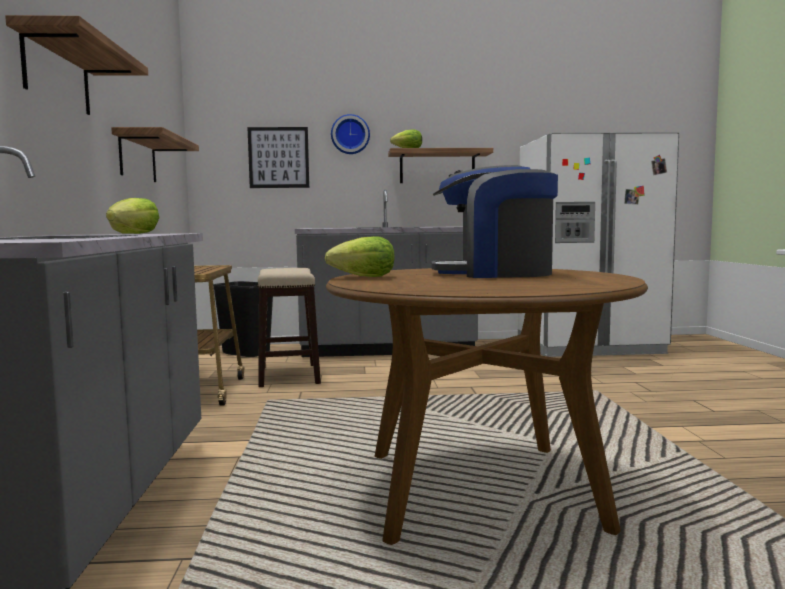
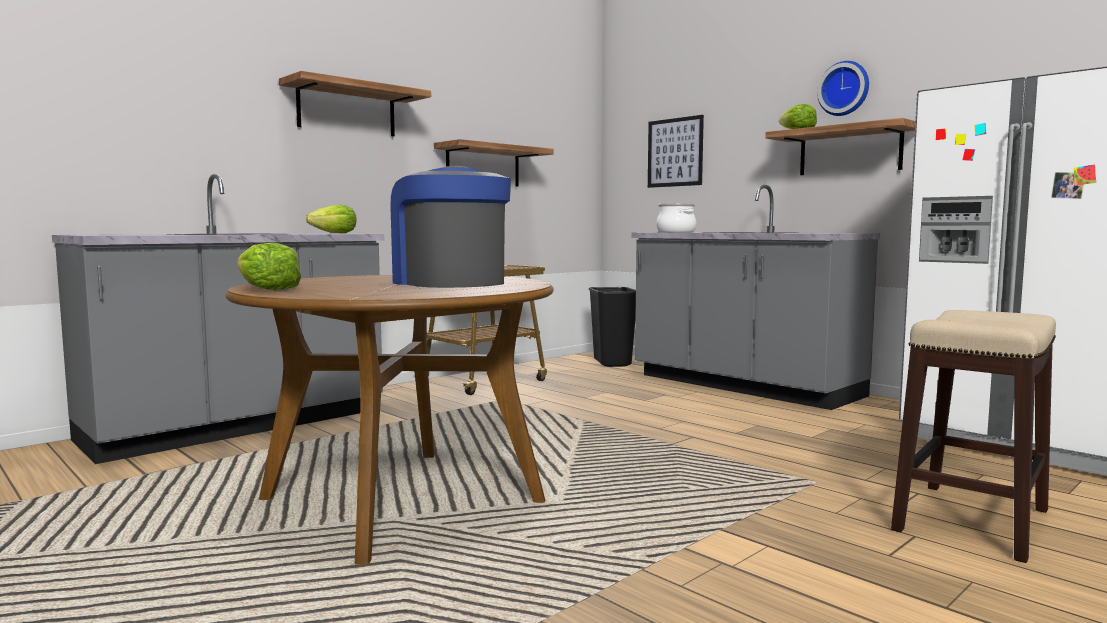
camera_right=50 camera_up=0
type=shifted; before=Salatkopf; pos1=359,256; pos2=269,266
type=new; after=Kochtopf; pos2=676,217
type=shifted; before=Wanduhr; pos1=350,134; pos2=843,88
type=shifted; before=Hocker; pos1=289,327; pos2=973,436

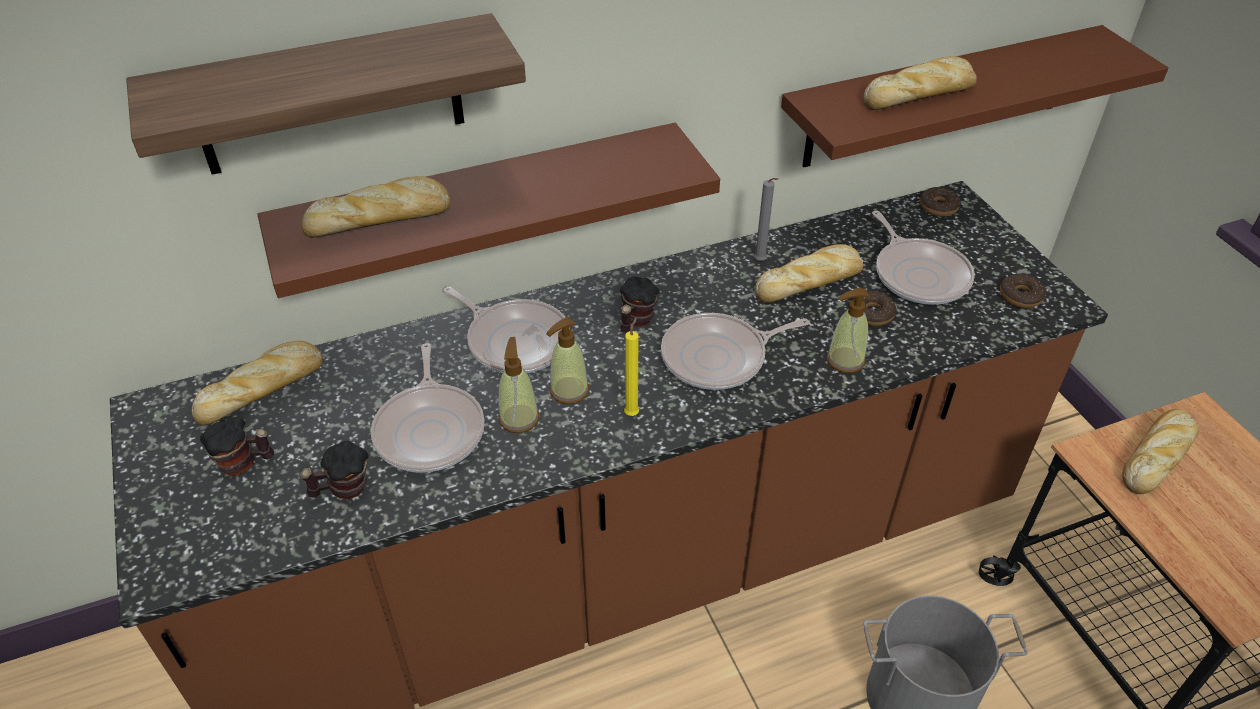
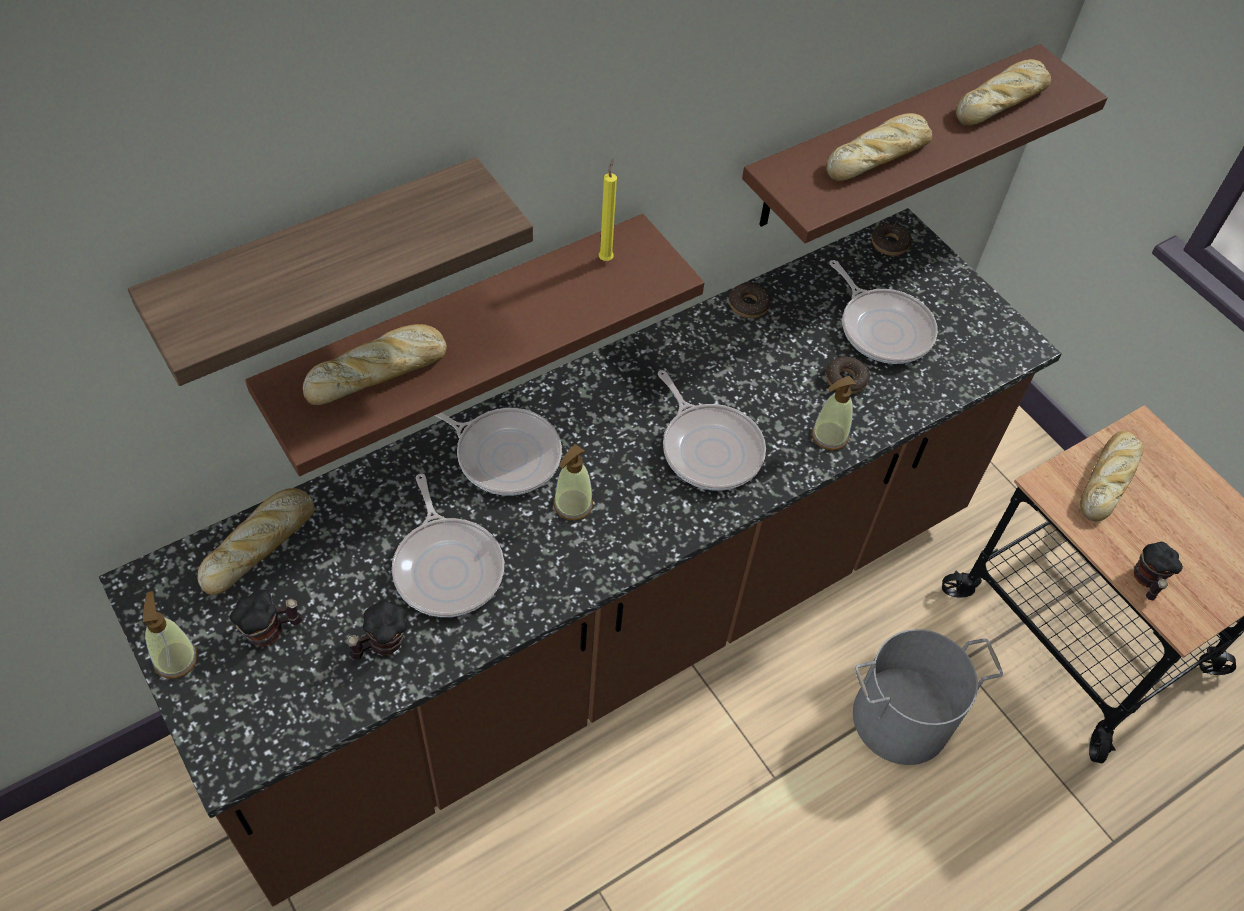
camera_right=-15 camera_up=10
type=shifted; before=Seifenspender; pos1=519,385; pos2=170,635
type=shifted; before=Kerze/gelb; pos1=631,366; pos2=608,209
type=rotated; before=Pfanne; pos1=735,351; pos2=712,430; turn=-90
type=shifted; before=Donut; pos1=1023,291; pos2=750,300
type=shifted; before=Brot; pos1=809,273; pos2=1003,92
type=shifted; before=Henkelbecher; pos1=639,304; pos2=1158,571
type=gone; before=Kerze/grau; pos1=766,219

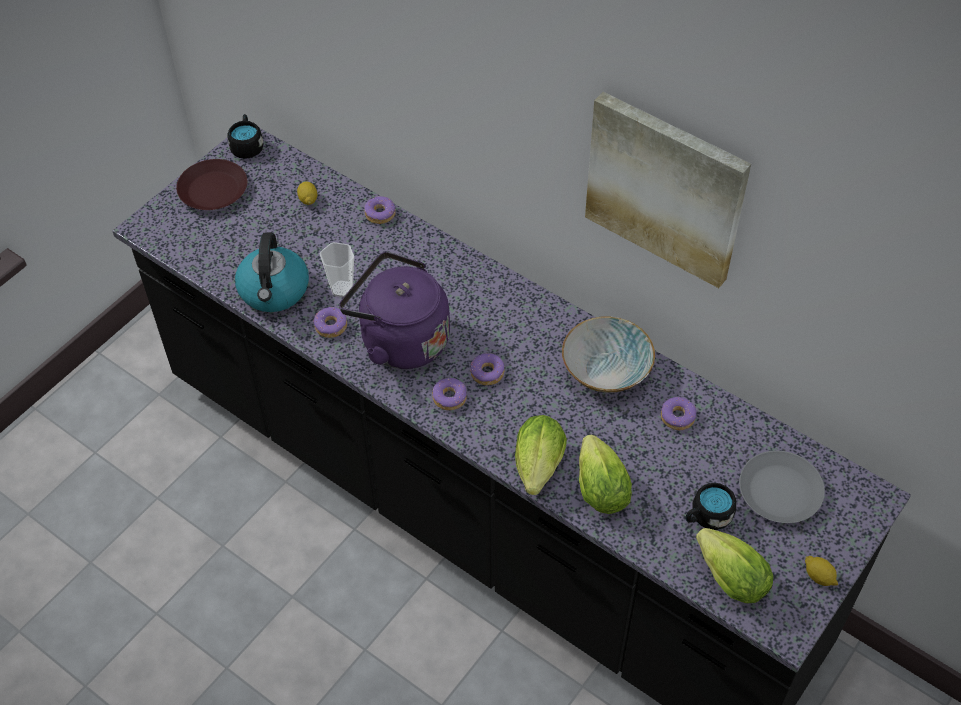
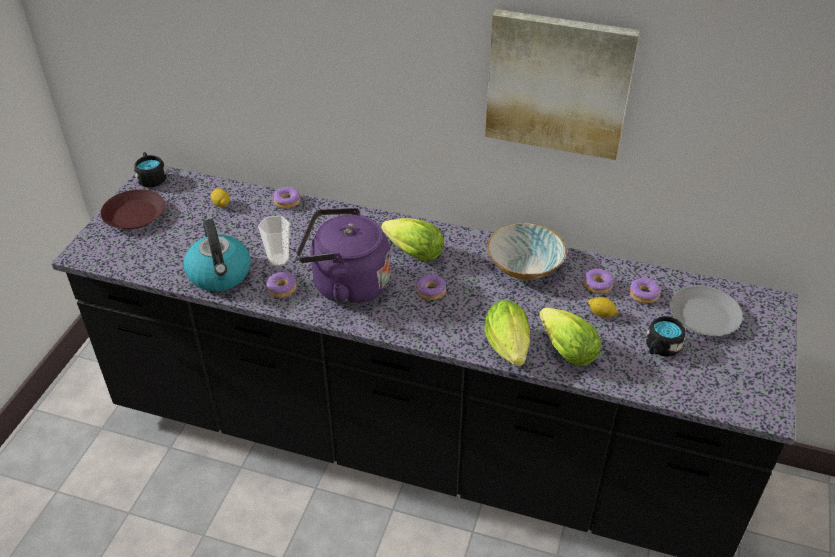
camera_right=-20 camera_up=-10
type=shifted; before=Salatkopf; pos1=734,565; pos2=412,239
type=shifted; before=Zitrone; pos1=821,571; pos2=603,307
type=shifted; before=Donut; pos1=449,394; pos2=645,290

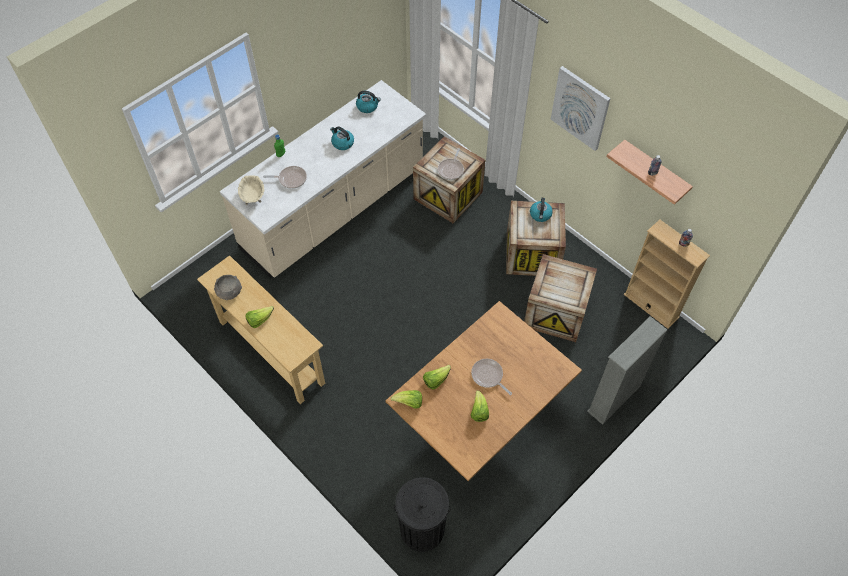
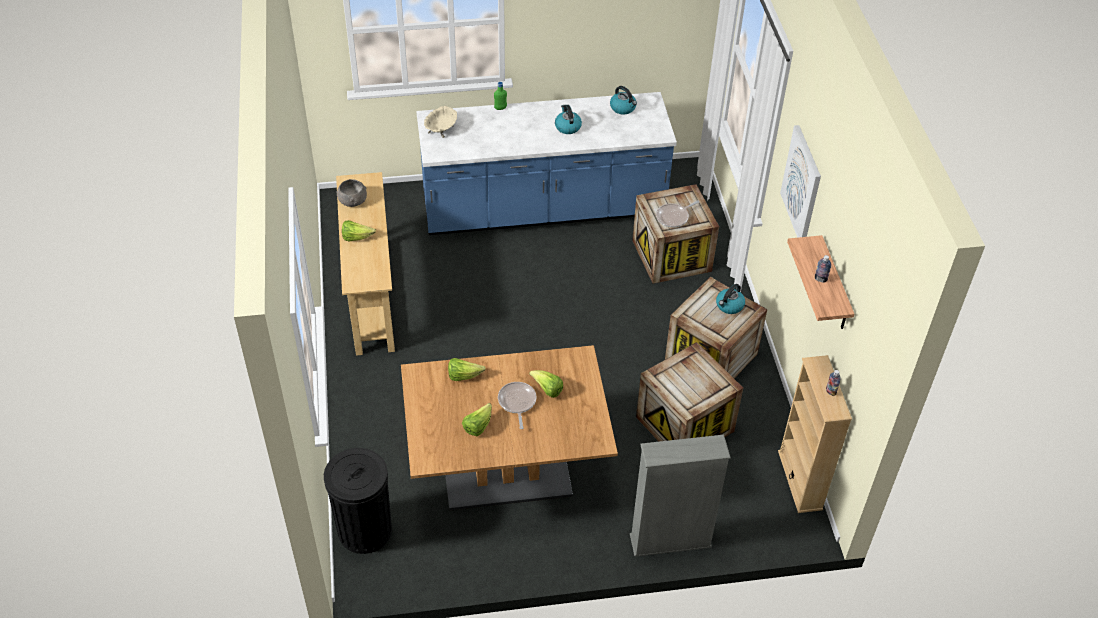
camera_right=35 camera_up=-10
type=repainted; before=Küchenzeile/beige; after=Küchenzeile/blau; pos1=323,179; pos2=546,163
type=shifted; before=Salatkopf; pos1=406,399; pos2=546,384
type=gone; before=Pfanne; pos1=285,177

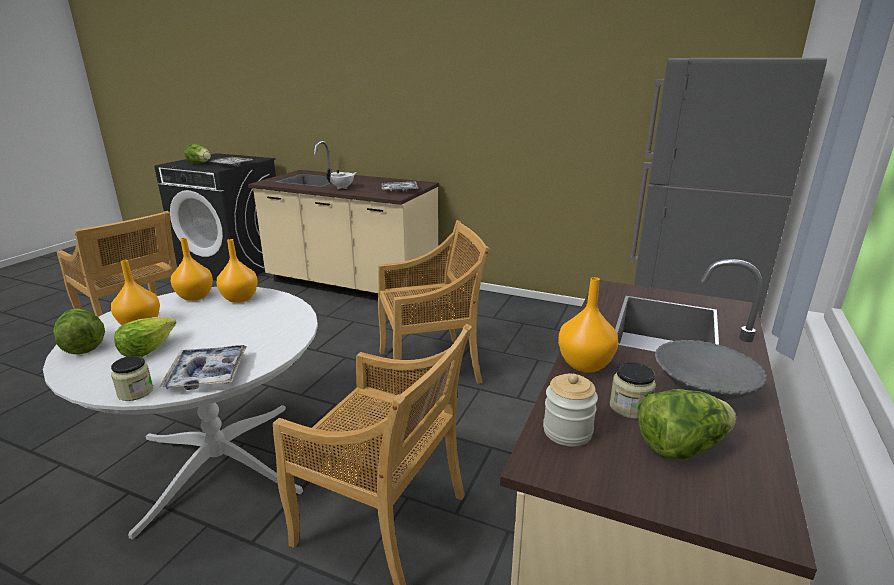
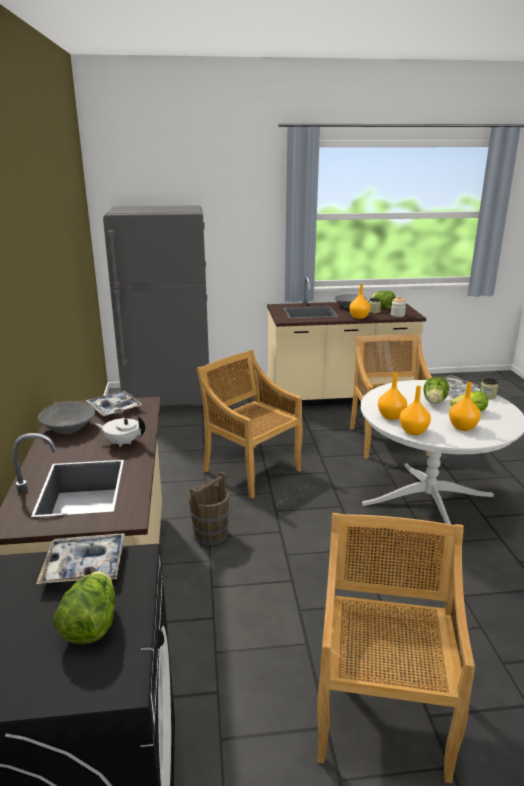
camera_right=-120 camera_up=0
type=new; after=Schüssel/grau; pos2=66,418
type=new; after=Eimer/braun; pos2=209,508
type=shifted; before=Salatkopf; pos1=79,331; pos2=436,390

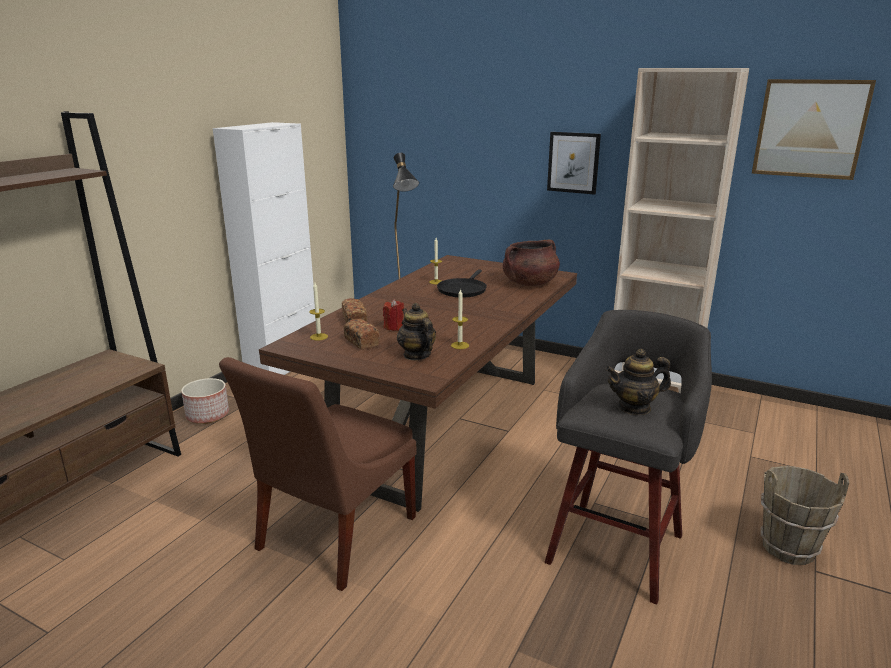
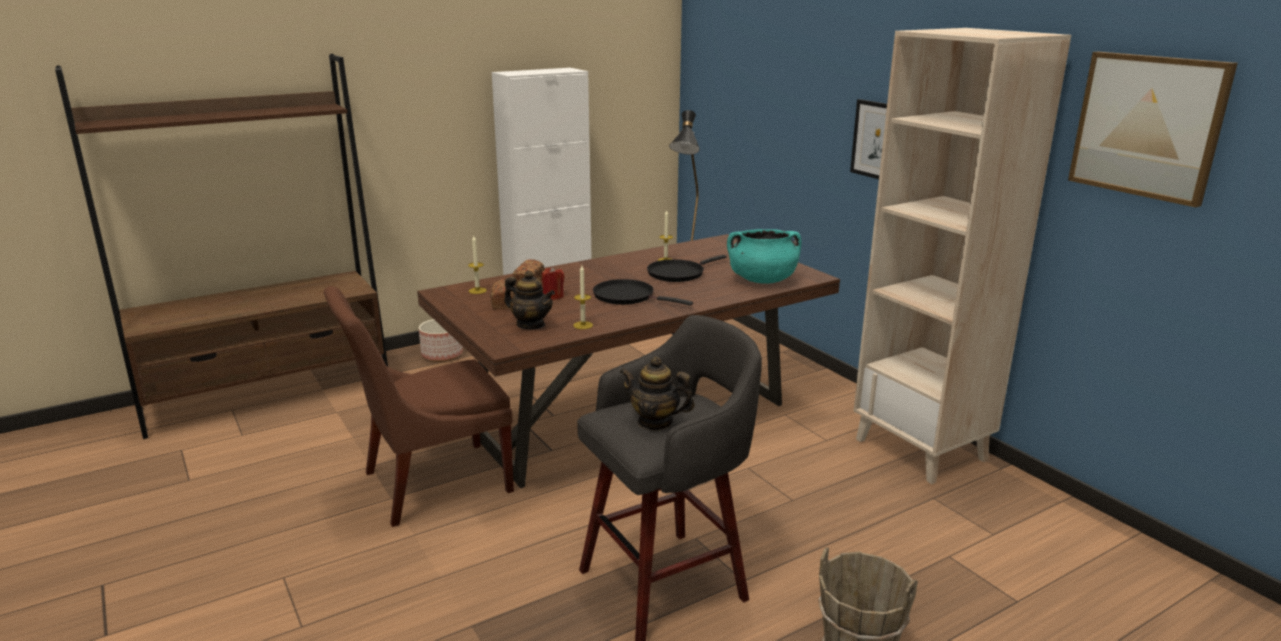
camera_right=30 camera_up=0
type=rotated; before=Teekanne; pos1=416,331; pos2=529,300; turn=120
type=new; after=Pfanne/schwarz; pos2=643,292
type=repainted; before=Kochtopf/braun; after=Kochtopf/türkis; pos1=531,263; pos2=764,256

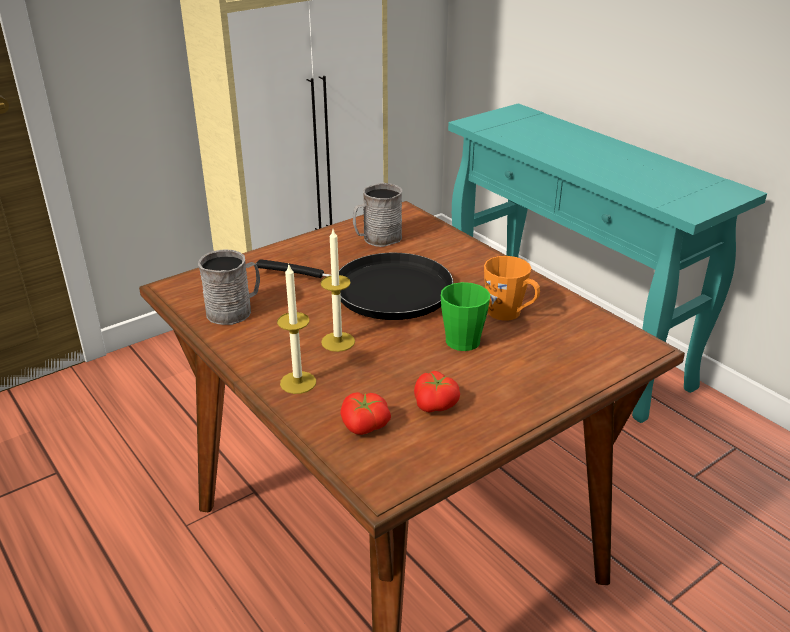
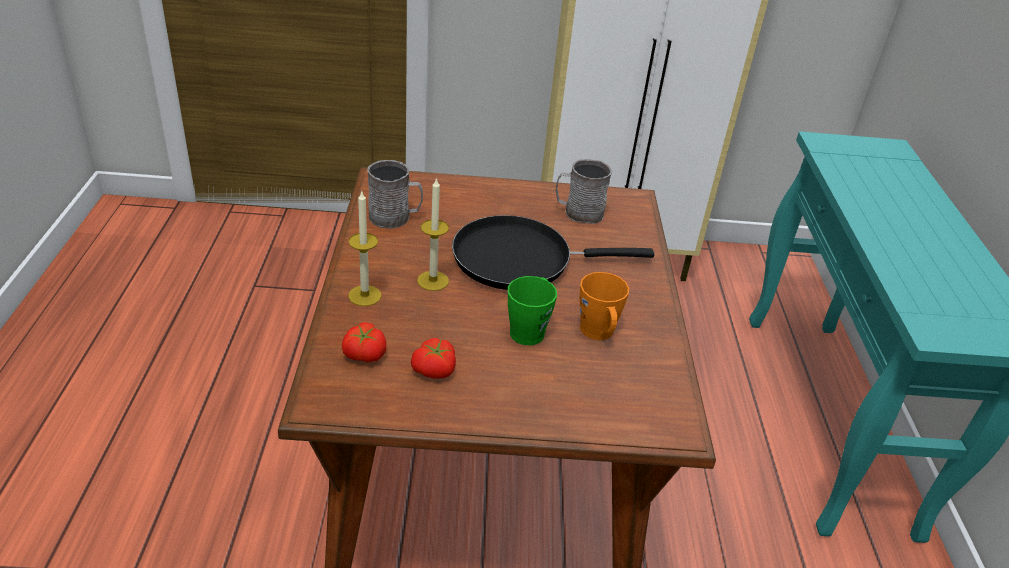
camera_right=35 camera_up=5
type=rotated; before=Pfanne/schwarz; pos1=354,286; pos2=553,252; turn=120

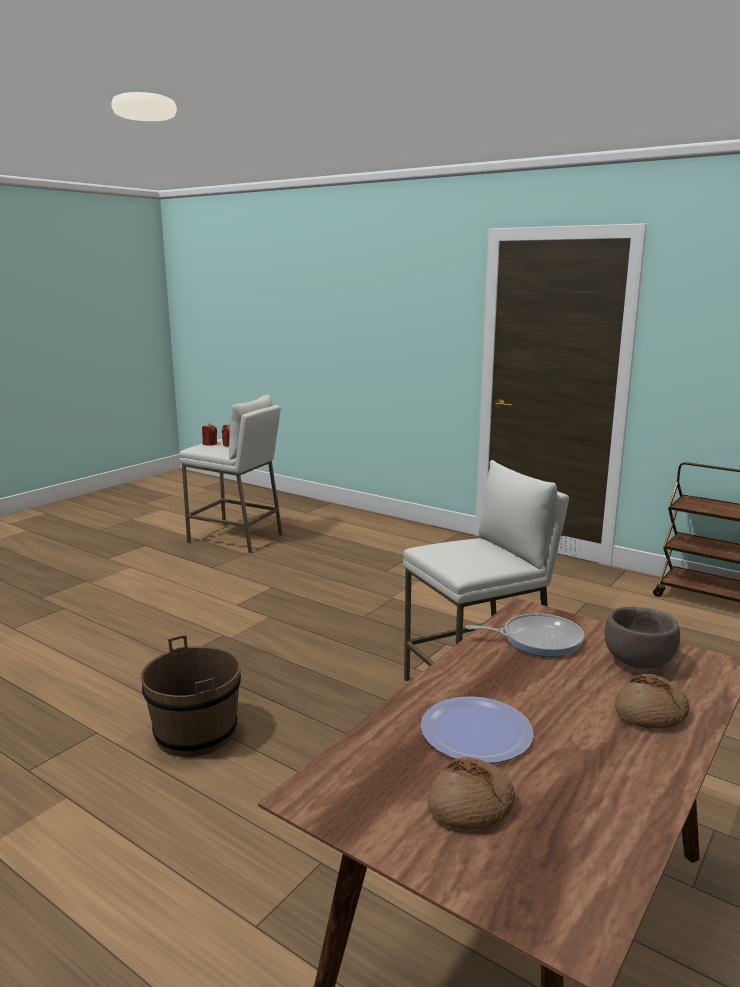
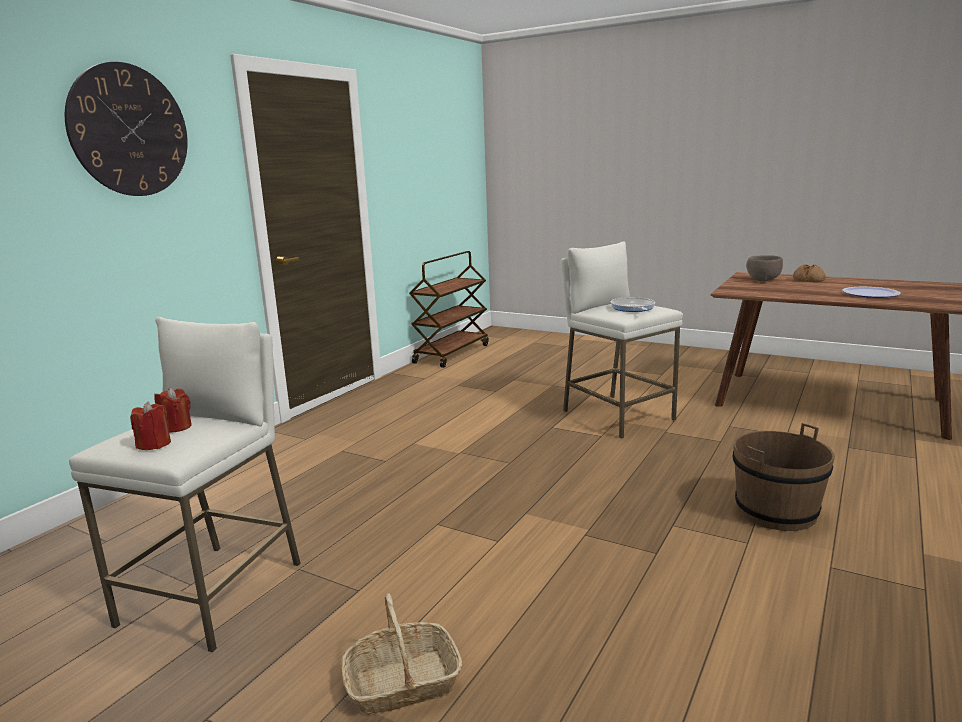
camera_right=-95 camera_up=0
type=new; after=Wanduhr; pos2=126,129
type=new; after=Korb; pos2=401,654
type=shifted; before=Pfanne; pos1=524,635; pos2=632,304
type=gone; before=Brot; pos1=471,793

